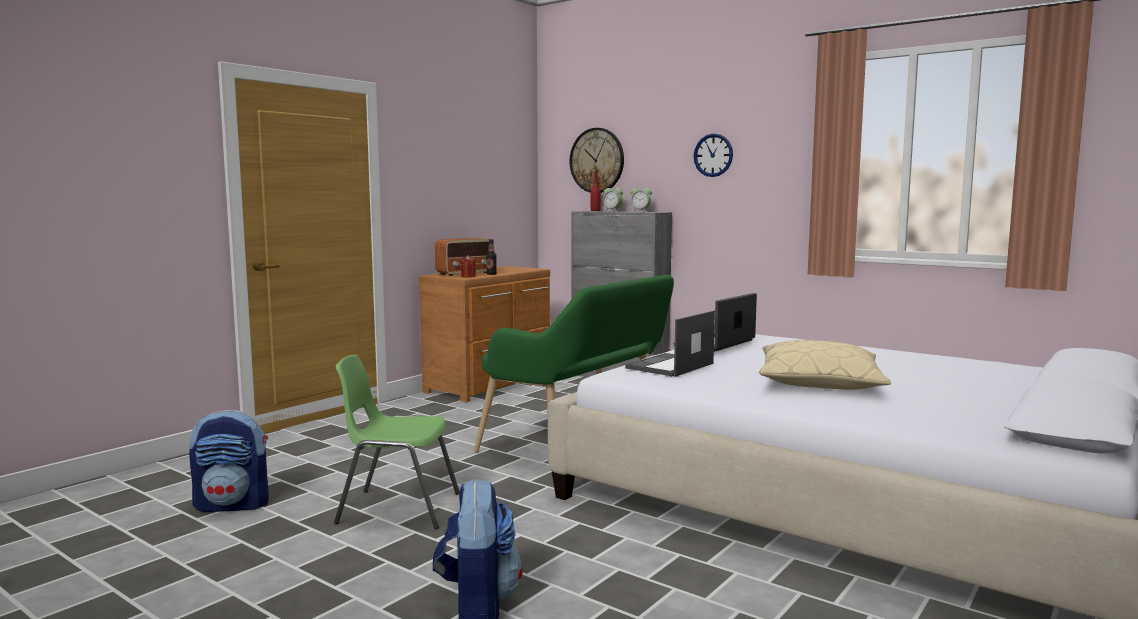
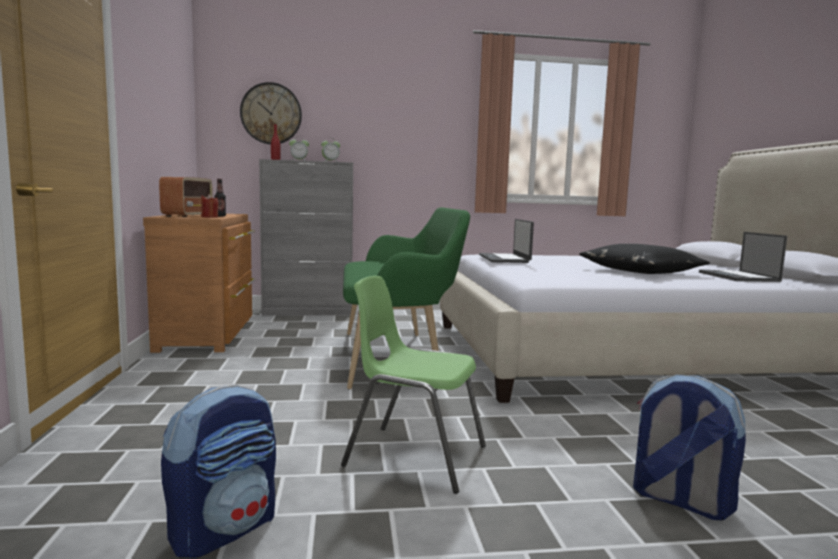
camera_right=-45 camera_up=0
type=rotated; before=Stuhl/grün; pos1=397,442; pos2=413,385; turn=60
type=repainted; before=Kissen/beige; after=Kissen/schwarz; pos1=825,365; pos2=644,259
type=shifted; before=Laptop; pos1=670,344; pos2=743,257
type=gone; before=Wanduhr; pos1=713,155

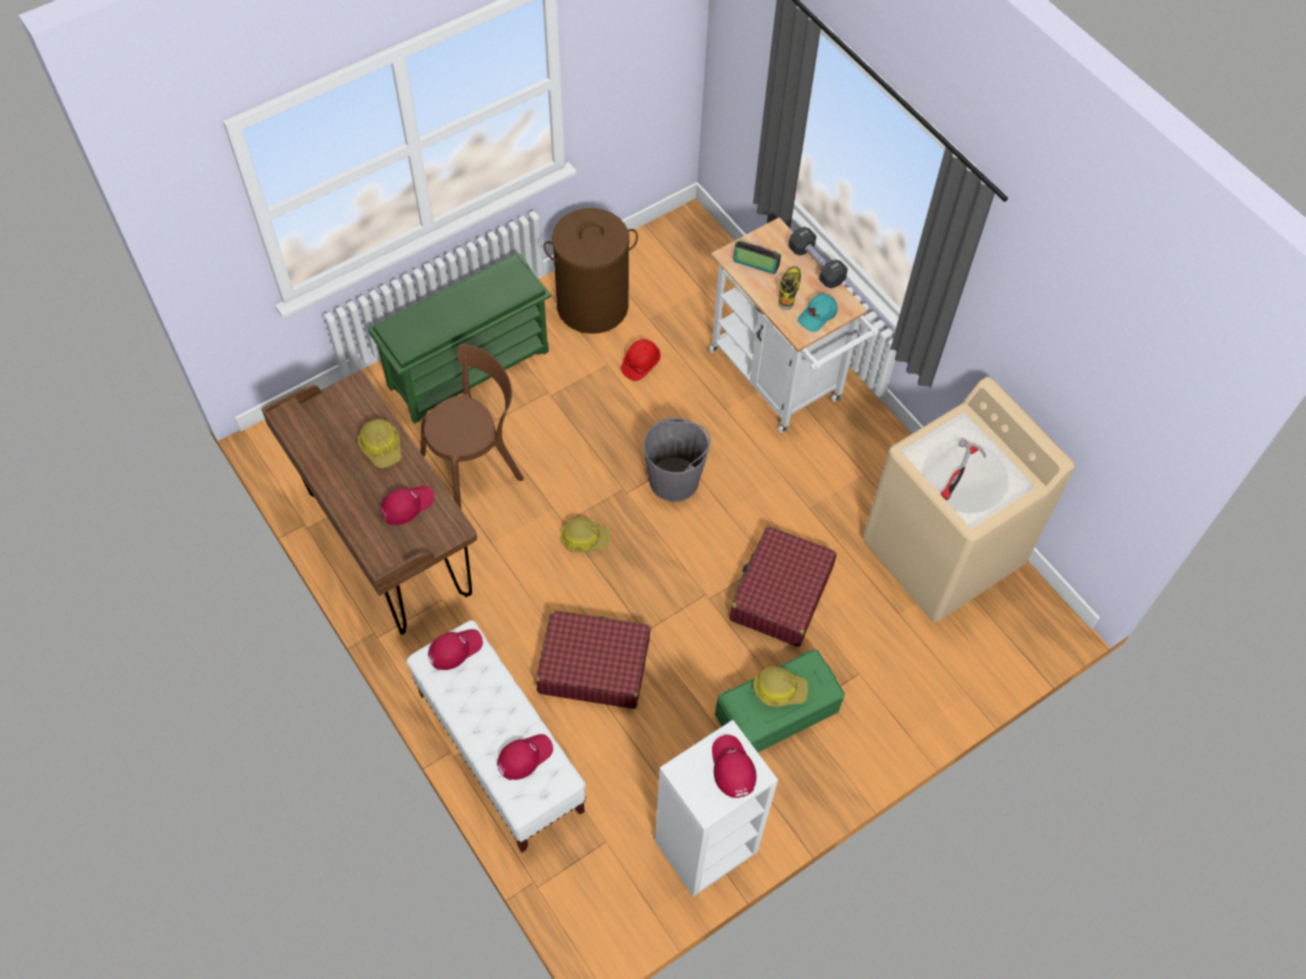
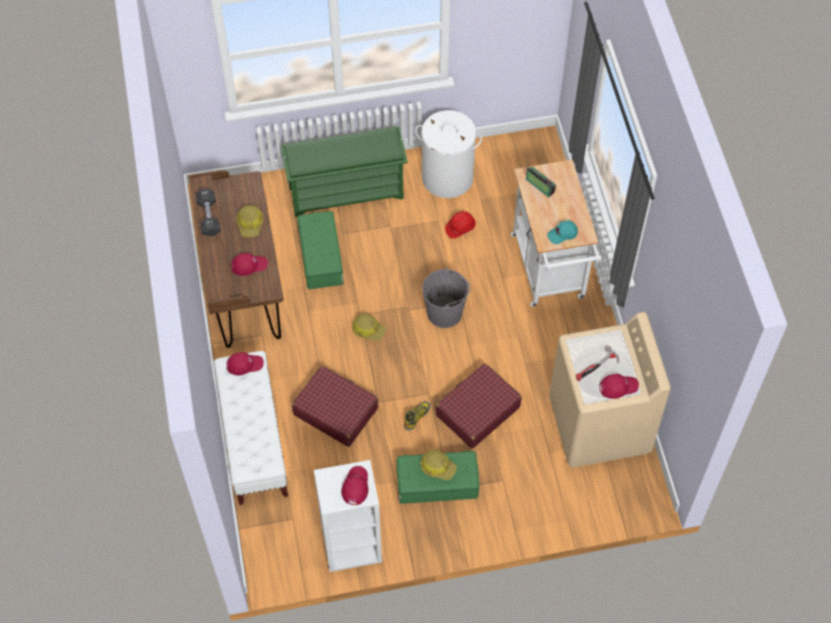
camera_right=25 camera_up=0
type=shifted; before=Hantel/schwarz; pos1=818,257; pos2=208,213
type=swapped; before=Stuhl/braun; after=Aufbewahrungsbox/grün; pos1=472,426; pos2=320,250
type=shifted; before=Stiefel; pos1=789,288; pos2=417,416
type=repainted; before=Wäschekorb/braun; after=Wäschekorb/weiß; pos1=590,271; pos2=448,154
type=shifted; before=Kappe/rot; pos1=525,757; pos2=619,386

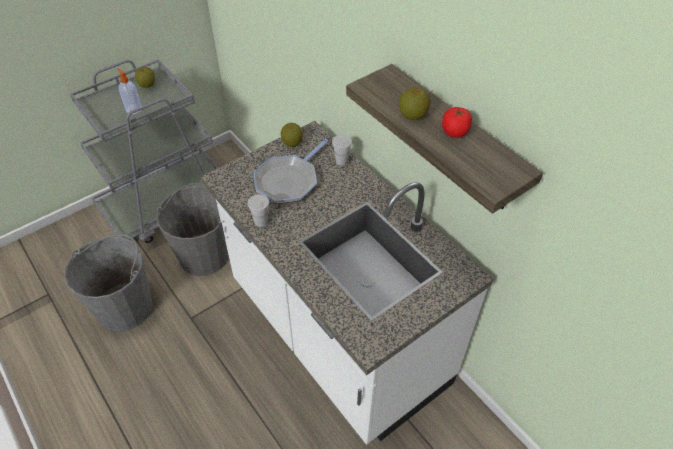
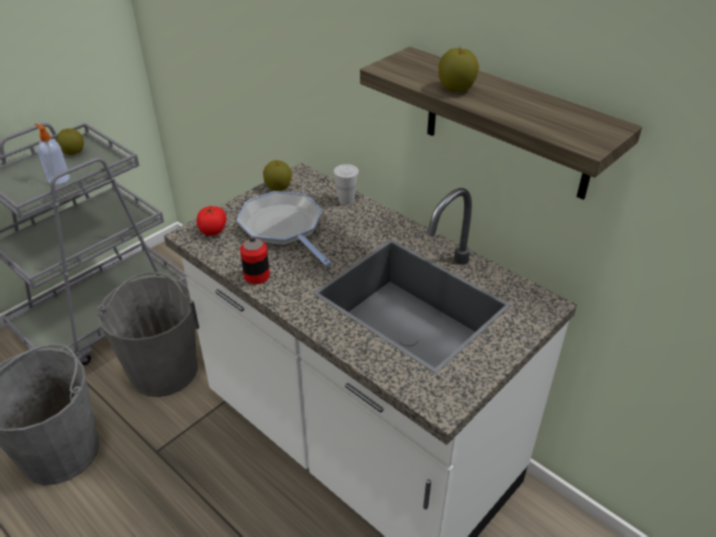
camera_right=-10 camera_up=-10
type=shifted; before=Tomate; pos1=457,122; pos2=211,221
type=rotated; before=Pfanne; pos1=291,171; pos2=283,228; turn=120
type=swapped; before=Tasse/weiß; after=Dose; pos1=258,210; pos2=255,261

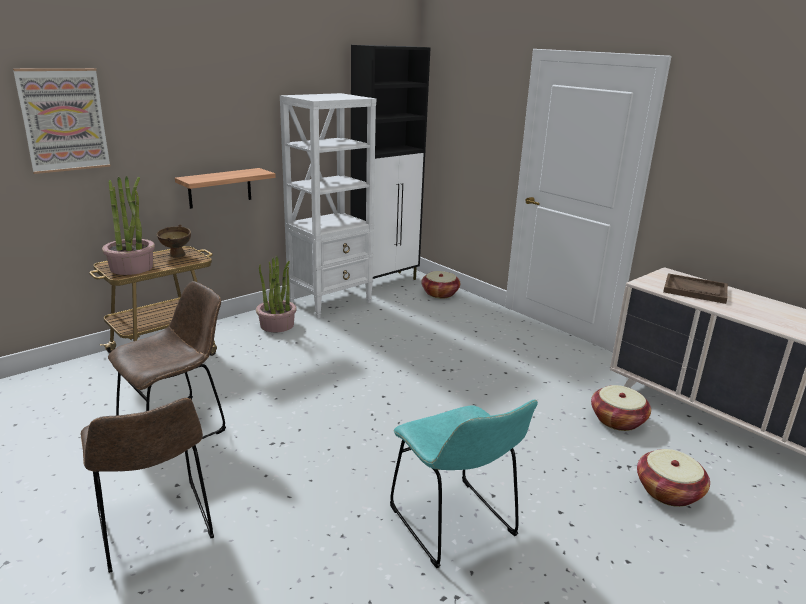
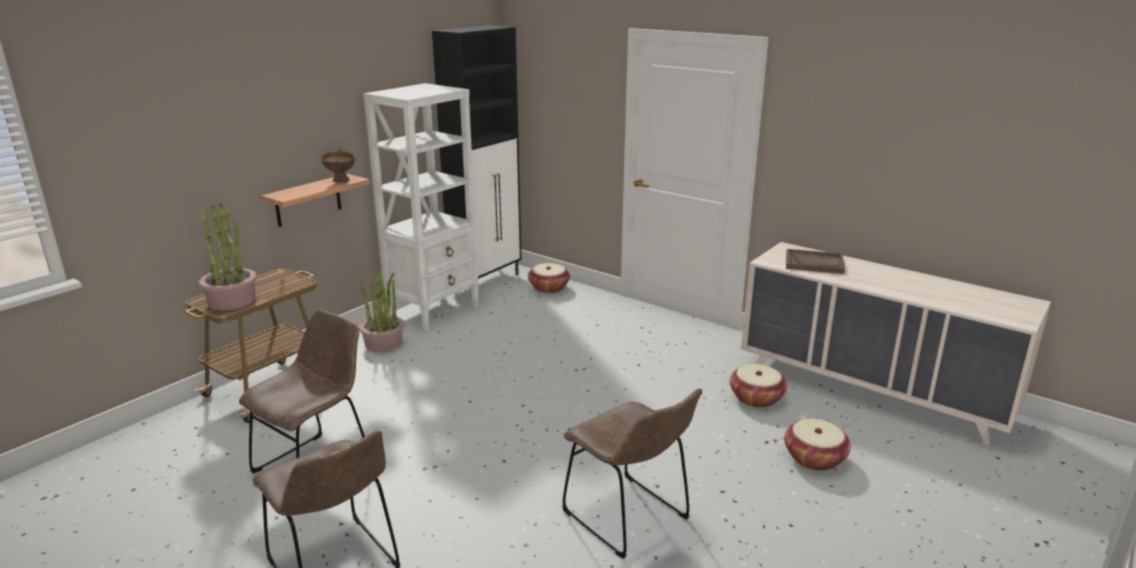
camera_right=-10 camera_up=0
type=shifted; before=Schüssel/braun; pos1=174,241; pos2=338,166
type=repainted; before=Stuhl/türkis; after=Stuhl/braun; pos1=464,484; pos2=632,473
type=gone; before=Bild; pos1=62,121

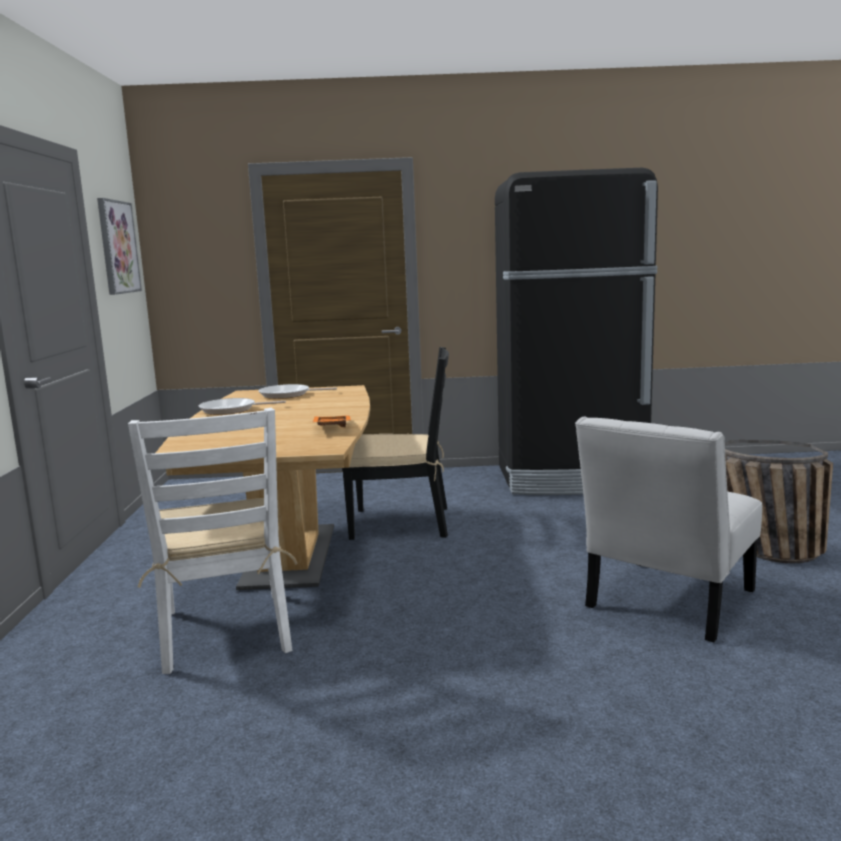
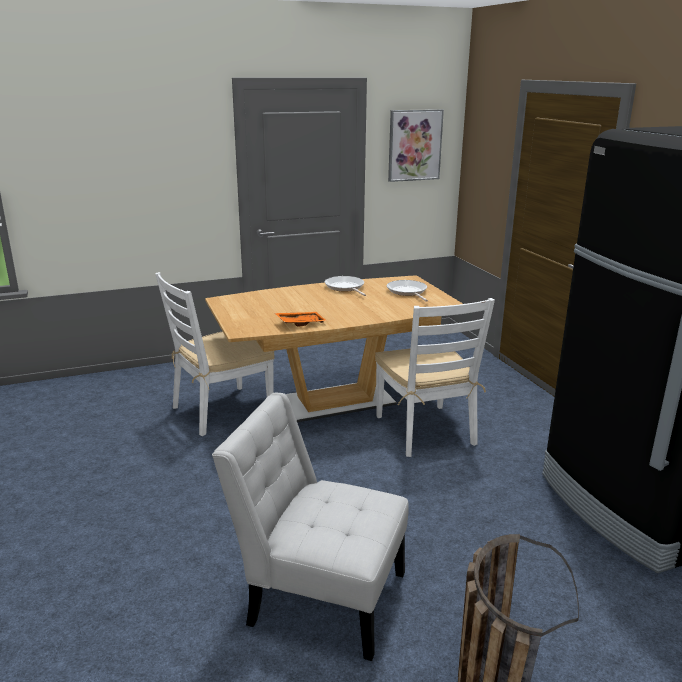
camera_right=70 camera_up=10
type=repainted; before=Stuhl/schwarz; after=Stuhl/weiß; pos1=395,443; pos2=435,377

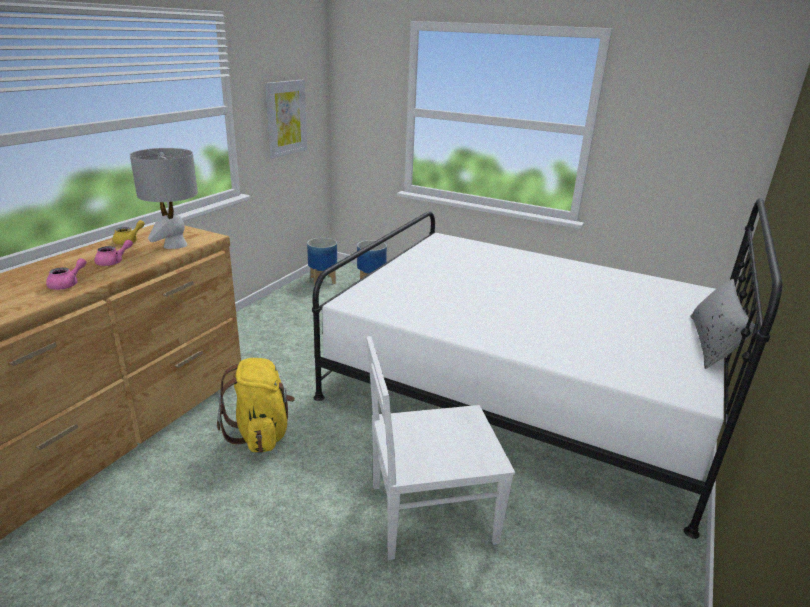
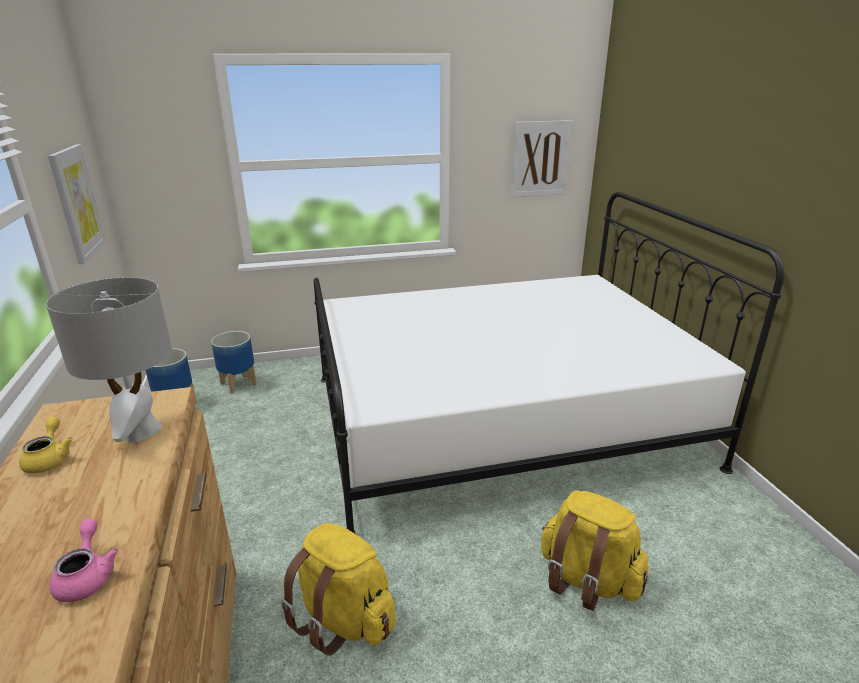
camera_right=-40 camera_up=0
type=new; after=Bild; pos2=542,158
type=swapped; before=Stuhl/weiß; after=Rucksack/gelb; pos1=440,448; pos2=594,550
type=gone; before=Teekanne/rosa; pos1=114,253
type=gone; before=Kissen/grau; pos1=722,324

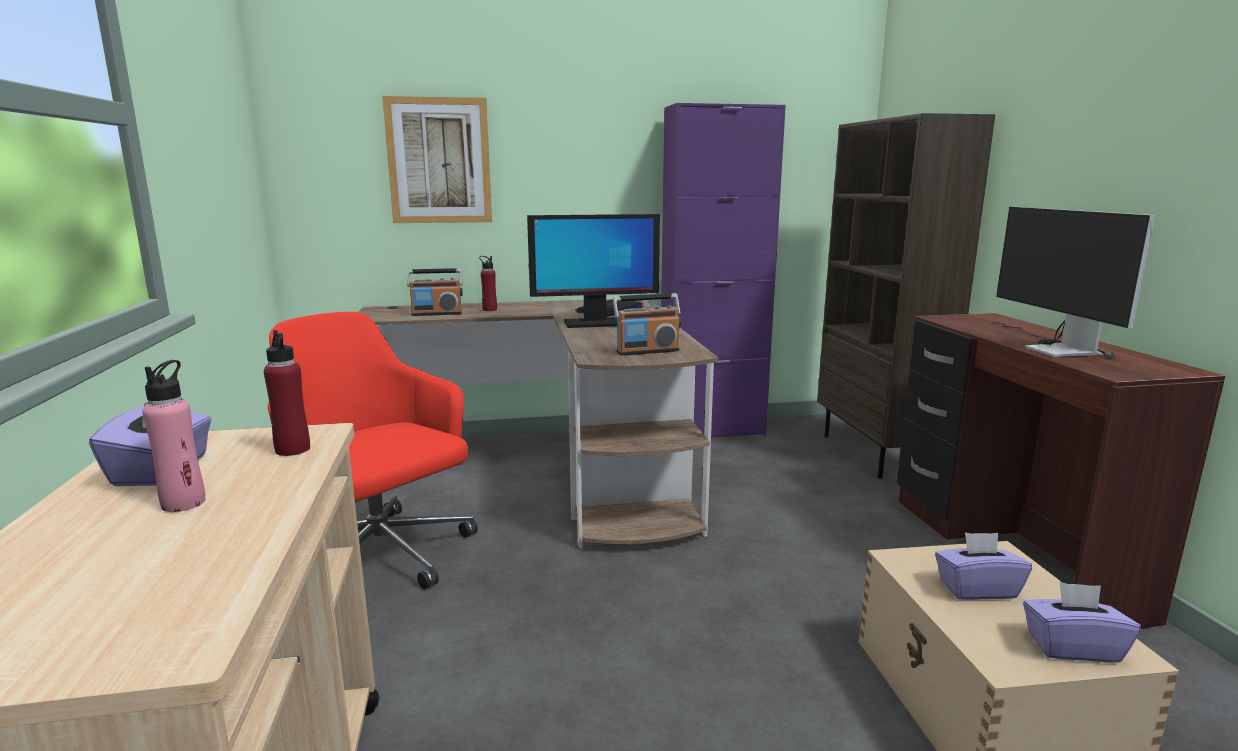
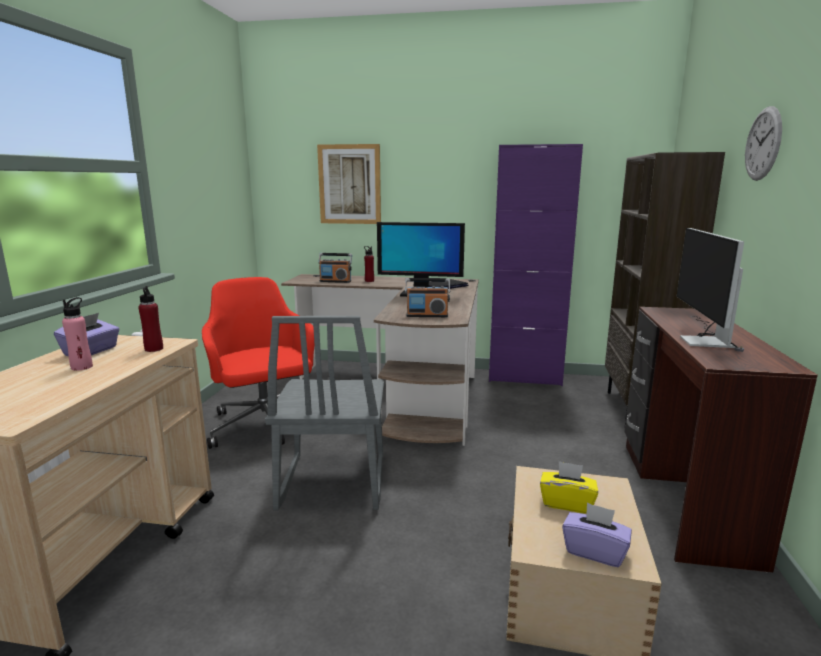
camera_right=20 camera_up=0
type=new; after=Stuhl/grau; pos2=324,413
type=repainted; before=Taschentuchbox/lila; after=Taschentuchbox/gelb; pos1=983,566; pos2=569,487
type=new; after=Wanduhr; pos2=763,143

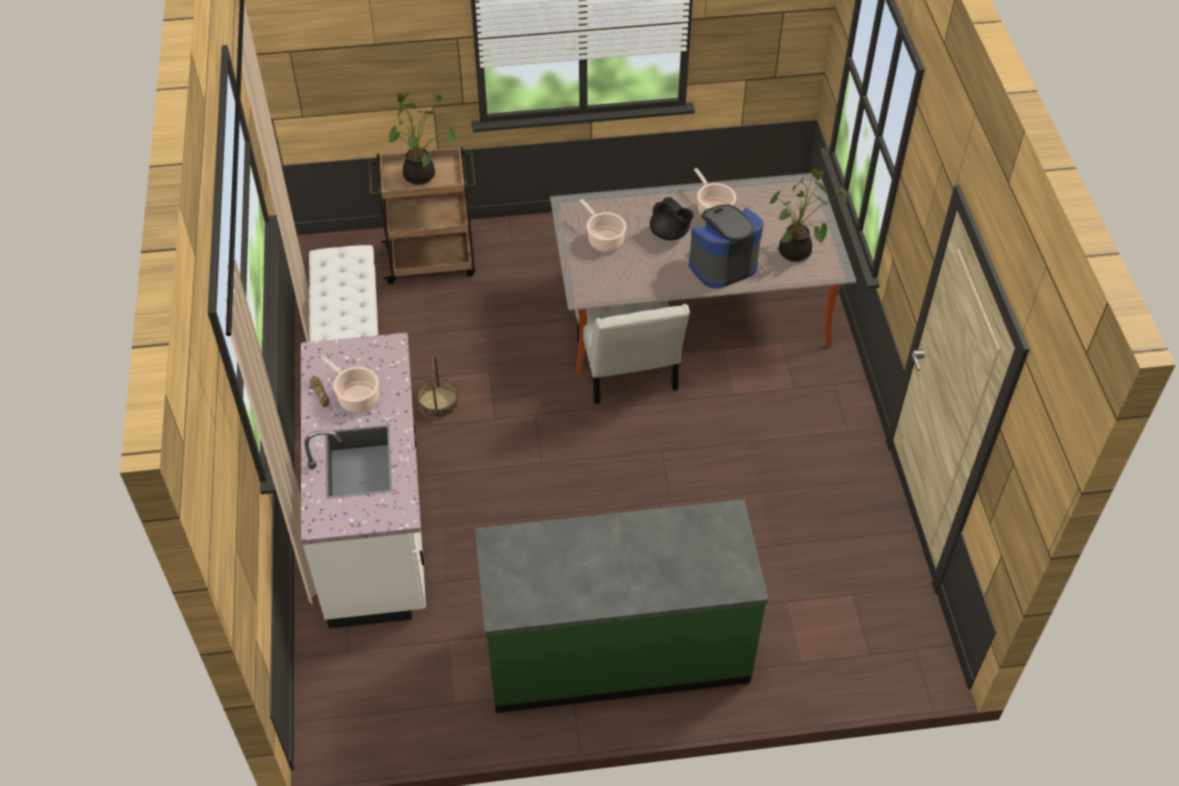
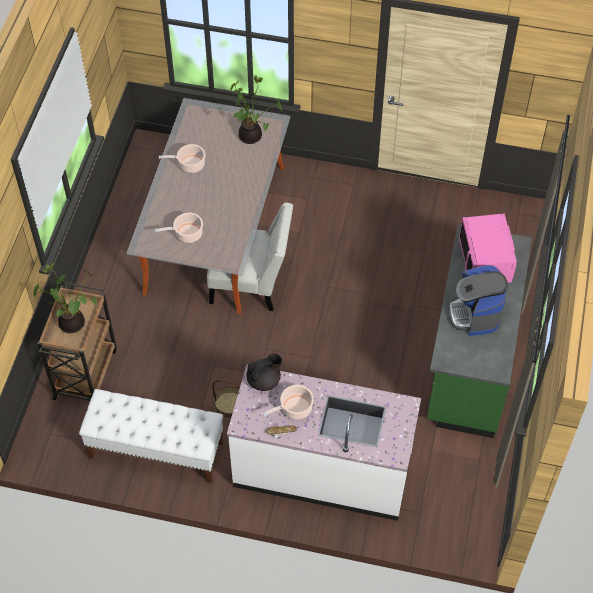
camera_right=-70 camera_up=5
type=shifted; before=Teekanne/schwarz; pos1=672,218; pos2=264,372
type=shifted; before=Kaffeemaschine; pos1=726,246; pos2=478,300
type=new; after=Mikrowelle/rosa; pos2=488,248

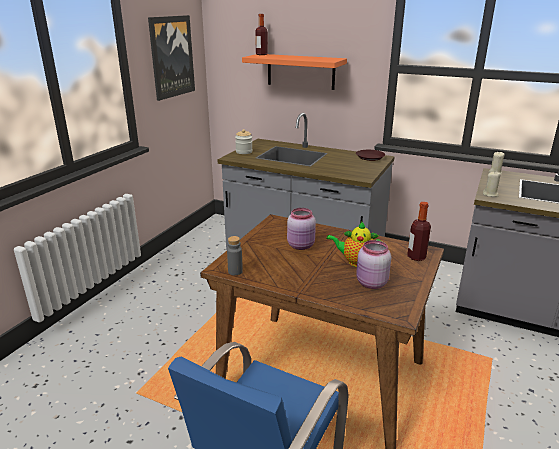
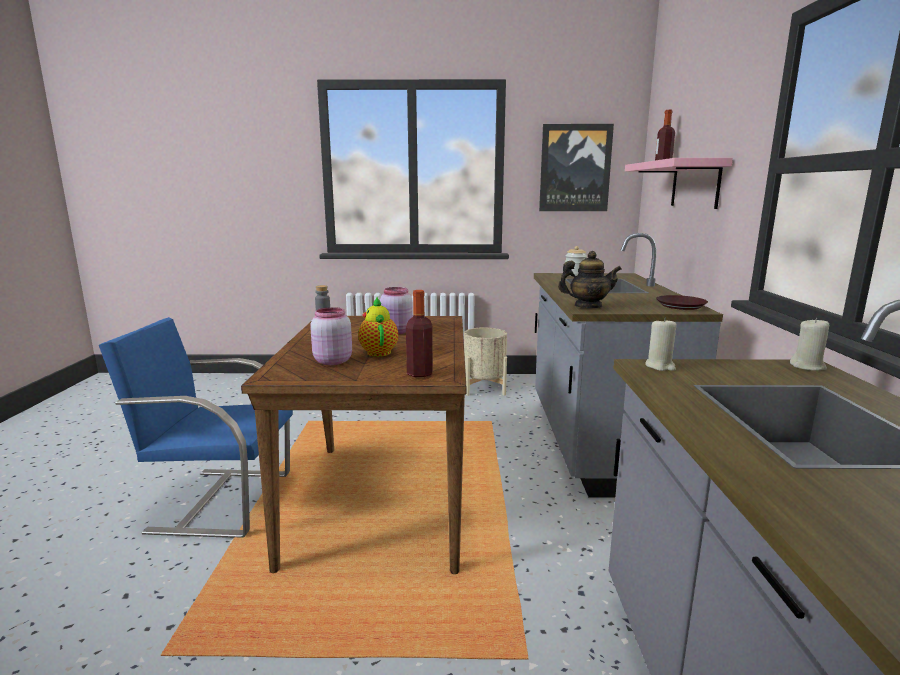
camera_right=65 camera_up=-10
type=new; after=Pflanzkübel/beige; pos2=485,361
type=new; after=Teekanne; pos2=590,279
type=repainted; before=Wandregal/orange; after=Wandregal/rosa; pos1=294,72; pos2=679,183

